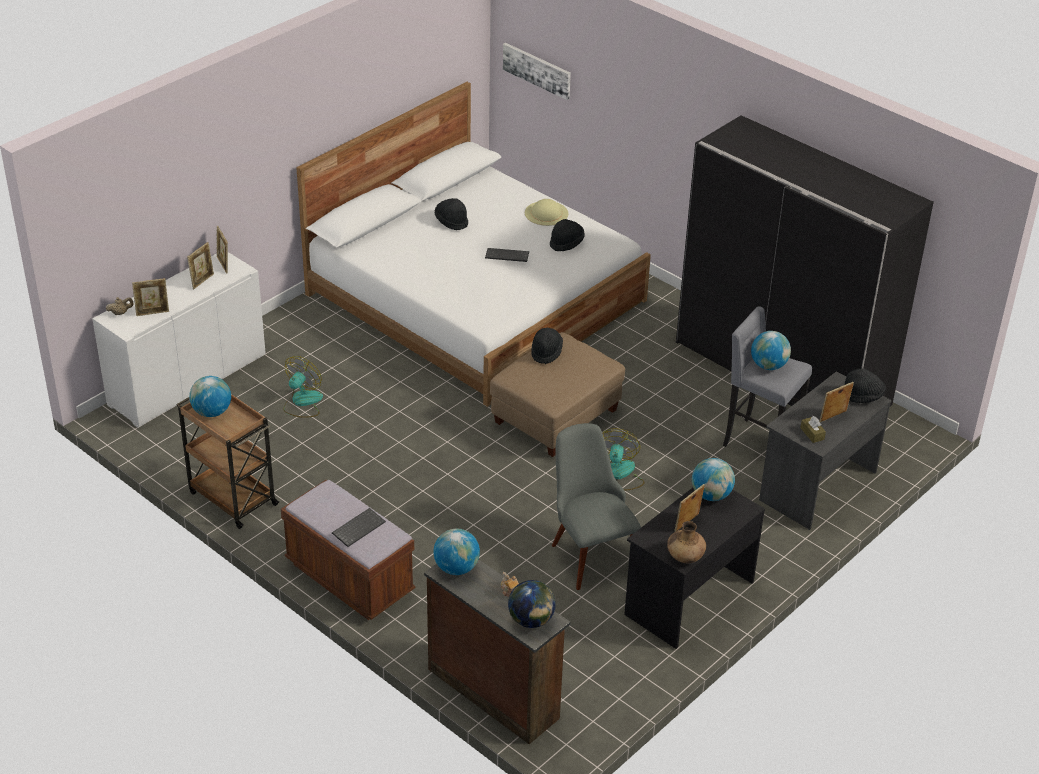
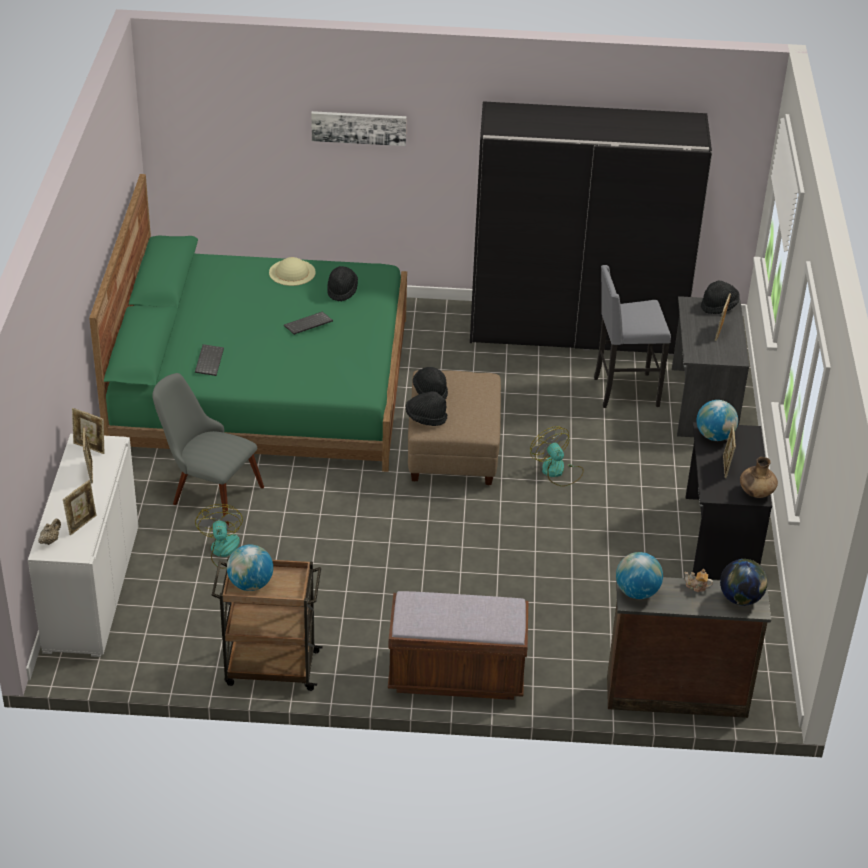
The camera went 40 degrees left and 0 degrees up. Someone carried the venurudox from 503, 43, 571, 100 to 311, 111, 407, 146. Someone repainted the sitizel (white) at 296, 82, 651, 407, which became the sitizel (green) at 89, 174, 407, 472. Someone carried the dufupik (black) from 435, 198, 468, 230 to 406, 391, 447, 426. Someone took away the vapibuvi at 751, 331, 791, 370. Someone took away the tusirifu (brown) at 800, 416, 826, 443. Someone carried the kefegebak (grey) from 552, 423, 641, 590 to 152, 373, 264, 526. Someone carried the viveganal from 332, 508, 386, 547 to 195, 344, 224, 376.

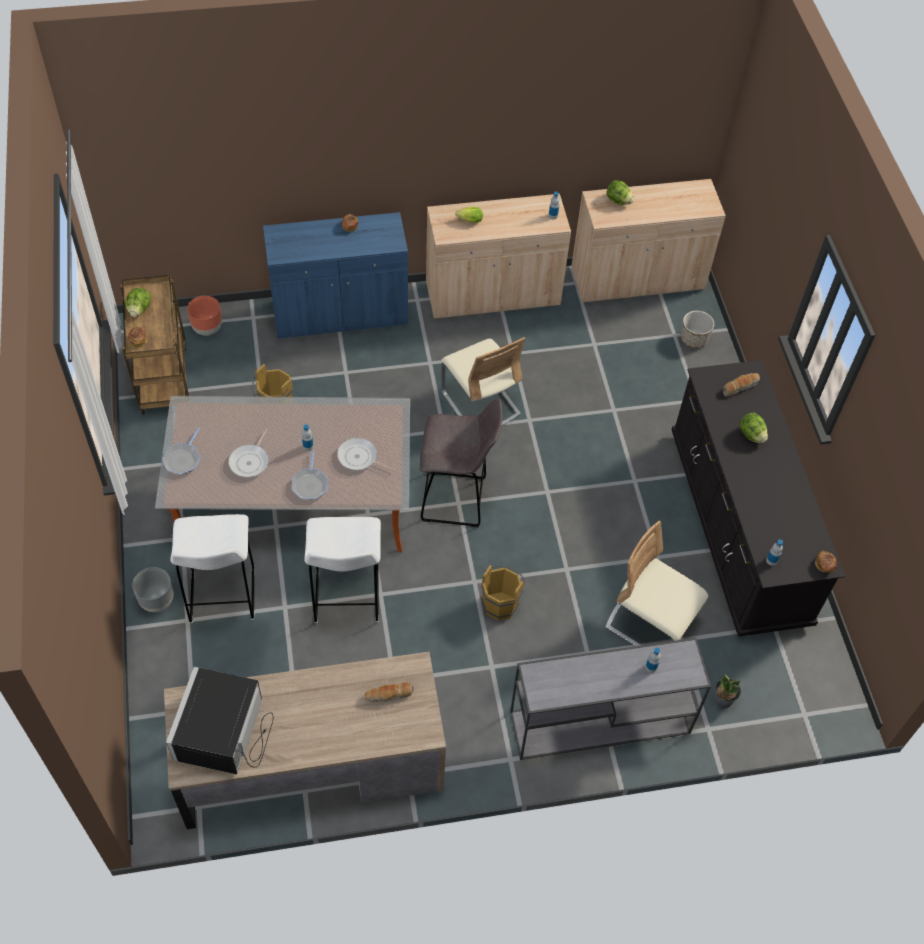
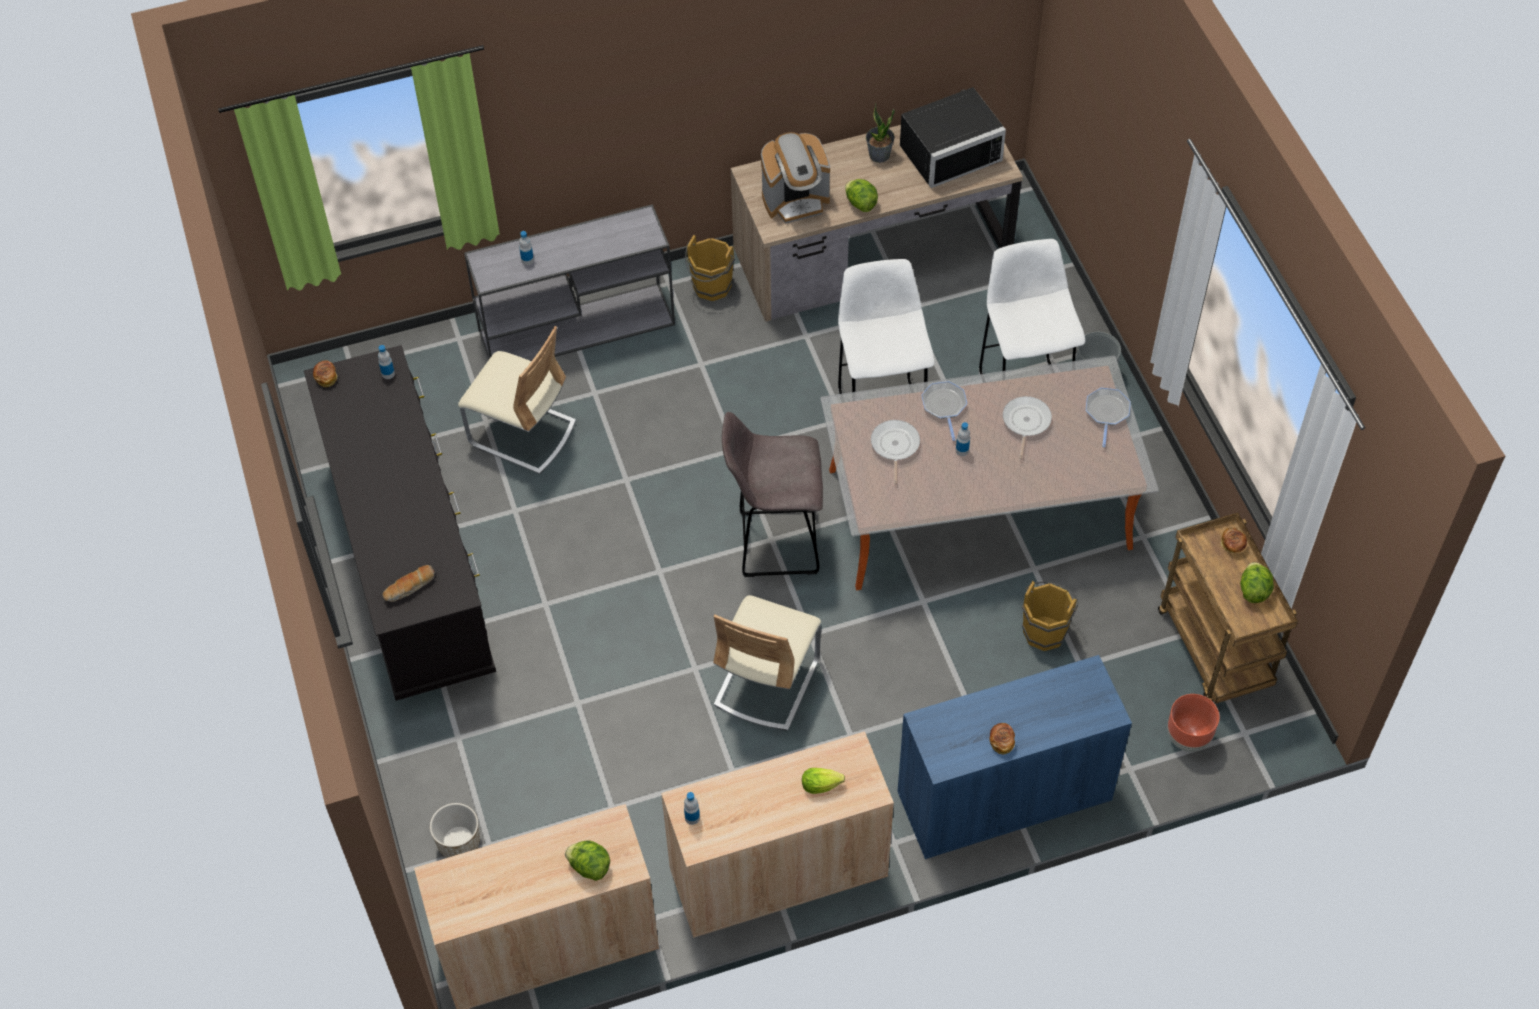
The camera went 175 degrees right and 0 degrees up. Someone rotated the kefegebak (beige) at 441, 337, 525, 426 by 120 degrees counterclockwise. Someone carried the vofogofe from 740, 413, 768, 443 to 845, 179, 878, 212. Someone rotated the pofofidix at 337, 438, 395, 471 by 105 degrees counterclockwise. Someone carried the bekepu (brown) from 481, 565, 526, 621 to 685, 235, 735, 301. Someone rotated the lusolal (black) at 166, 667, 274, 774 by 60 degrees clockwise. Someone carried the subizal from 714, 675, 741, 708 to 866, 103, 895, 163. Someone swapped the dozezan at 365, 682, 414, 702 for the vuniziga at 761, 132, 830, 224.

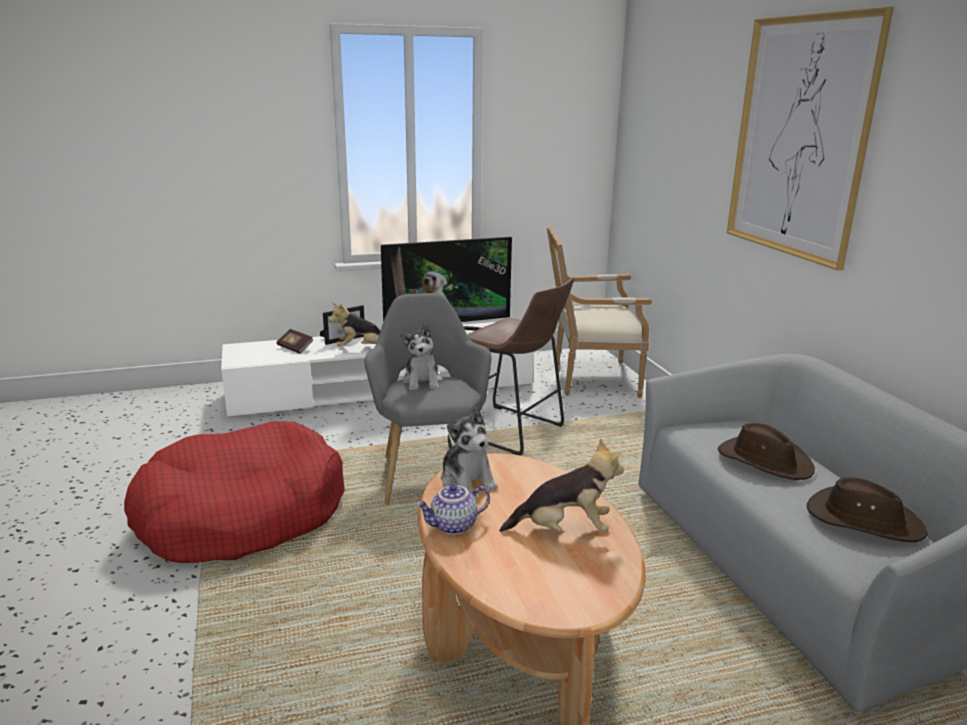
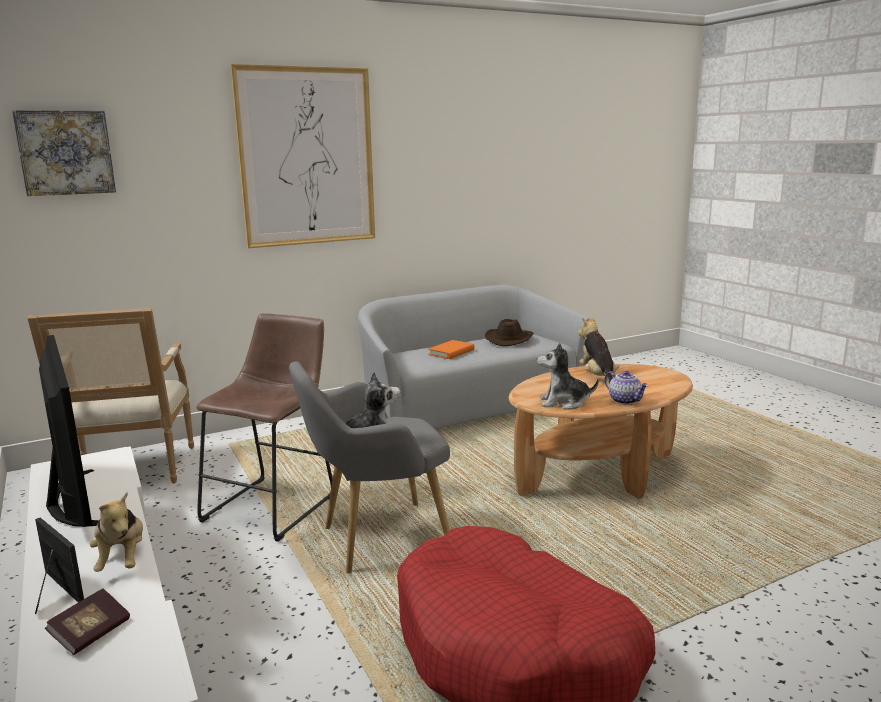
The camera went 100 degrees left and 5 degrees down. Someone rotated the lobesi at 441, 407, 498, 492 by 135 degrees counterclockwise. Someone swapped the dufupik (brown) at 718, 423, 815, 480 for the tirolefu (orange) at 428, 340, 475, 359. Someone put up the venurudox at 12, 110, 116, 196.

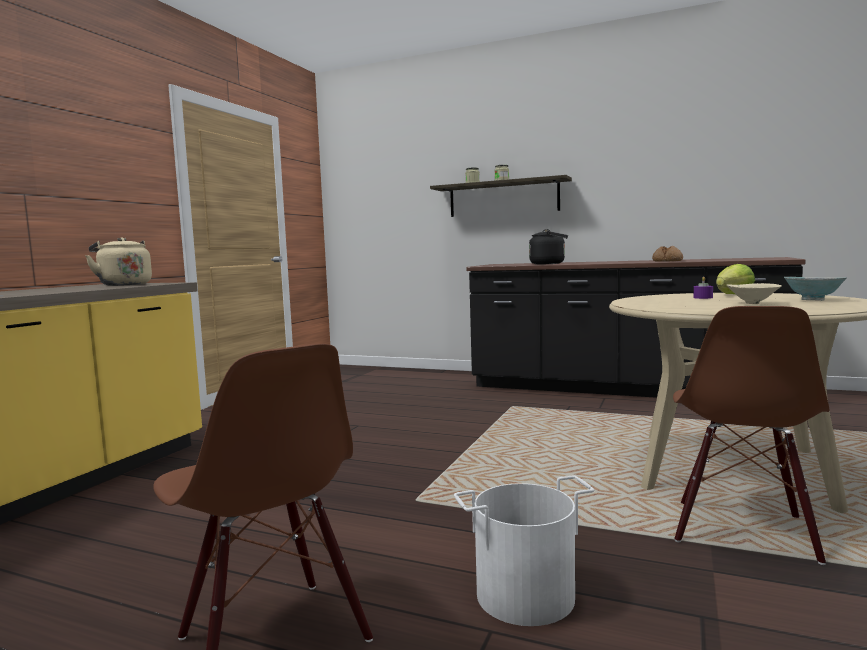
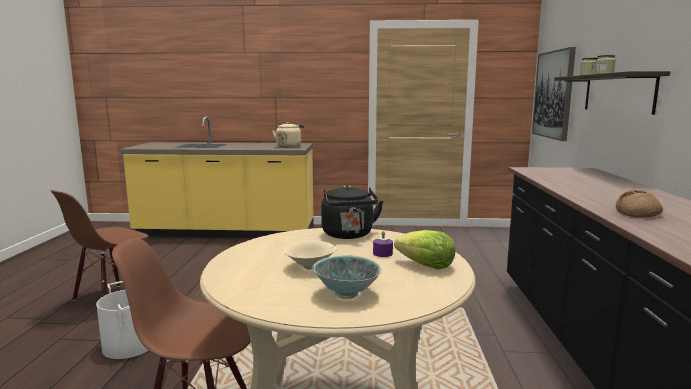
The camera went 70 degrees right and 5 degrees up. Someone carried the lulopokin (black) from 529, 229, 568, 264 to 321, 185, 383, 239. Someone put up the venurudox at 532, 47, 576, 141.

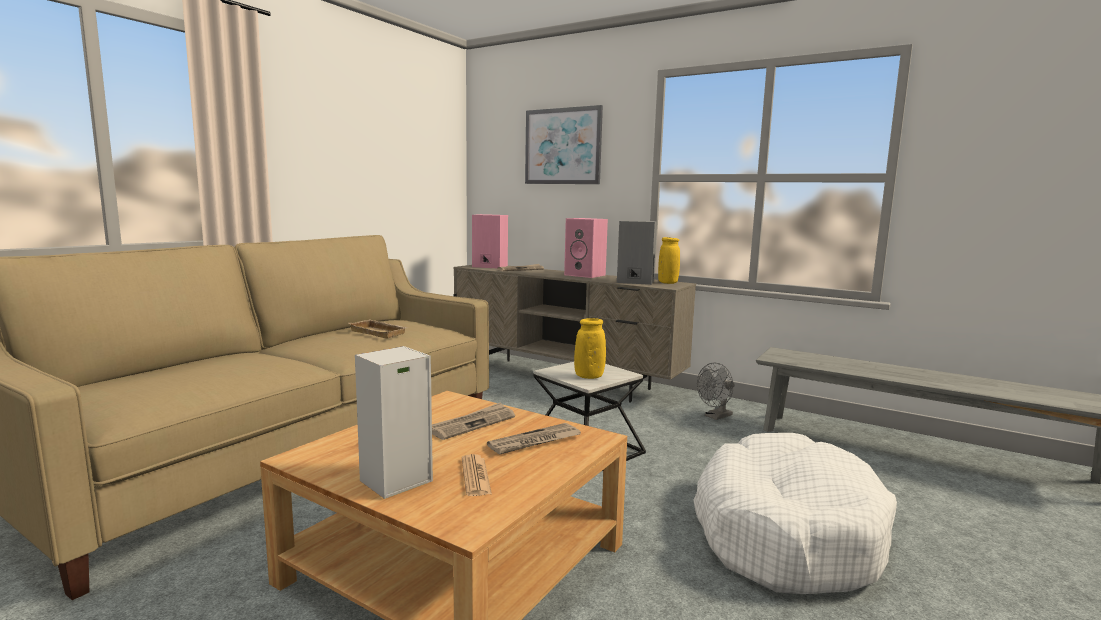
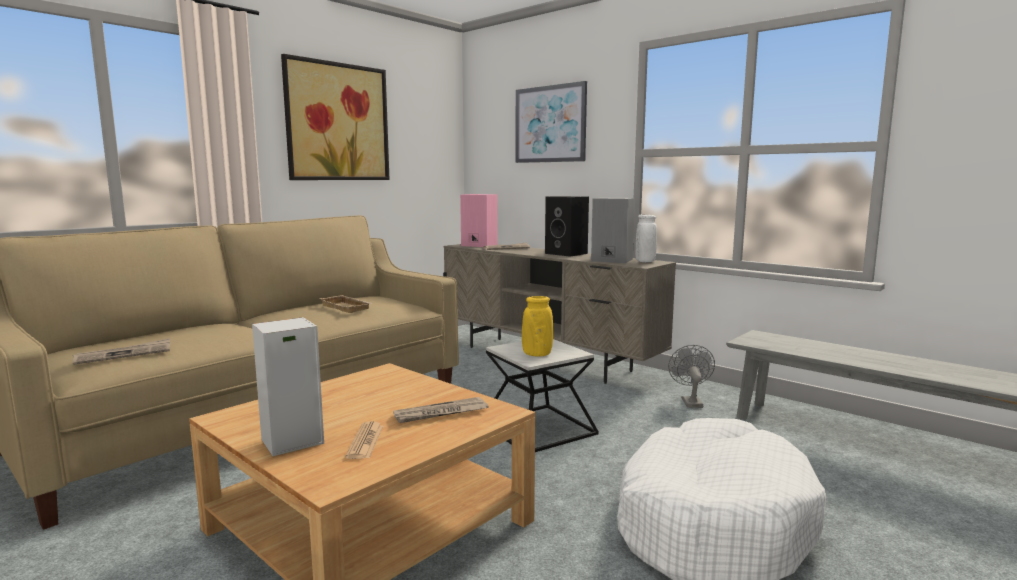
The camera went 10 degrees right and 0 degrees up. Someone repainted the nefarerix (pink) at 564, 218, 608, 278, which became the nefarerix (black) at 545, 196, 589, 257. Someone repainted the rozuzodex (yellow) at 658, 237, 680, 284, which became the rozuzodex (white) at 635, 214, 657, 262. Someone rotated the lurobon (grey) at 697, 363, 735, 420 by 120 degrees clockwise. Someone carried the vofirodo from 432, 402, 515, 440 to 73, 338, 170, 365. Someone put up the venurudox at 281, 54, 390, 180.

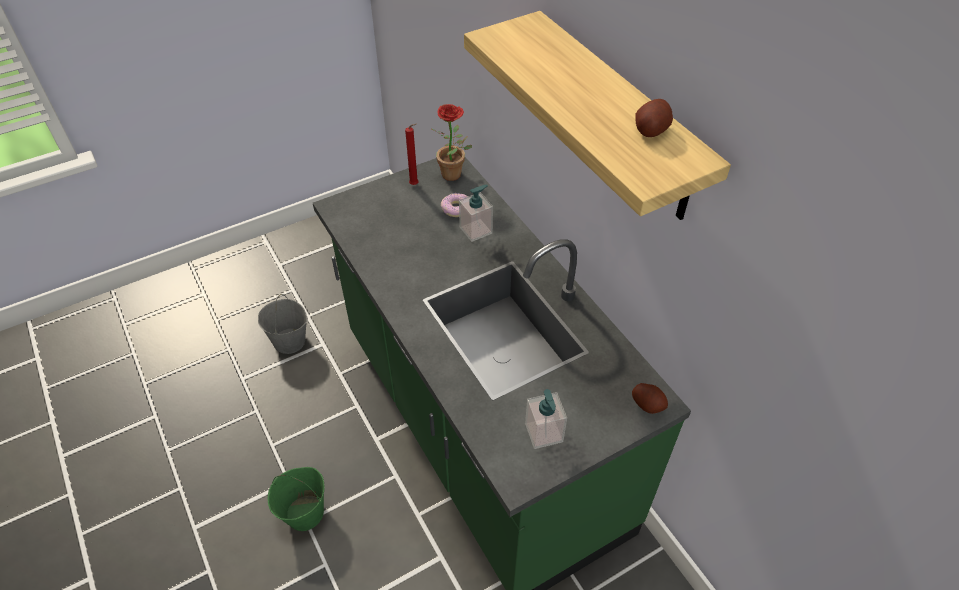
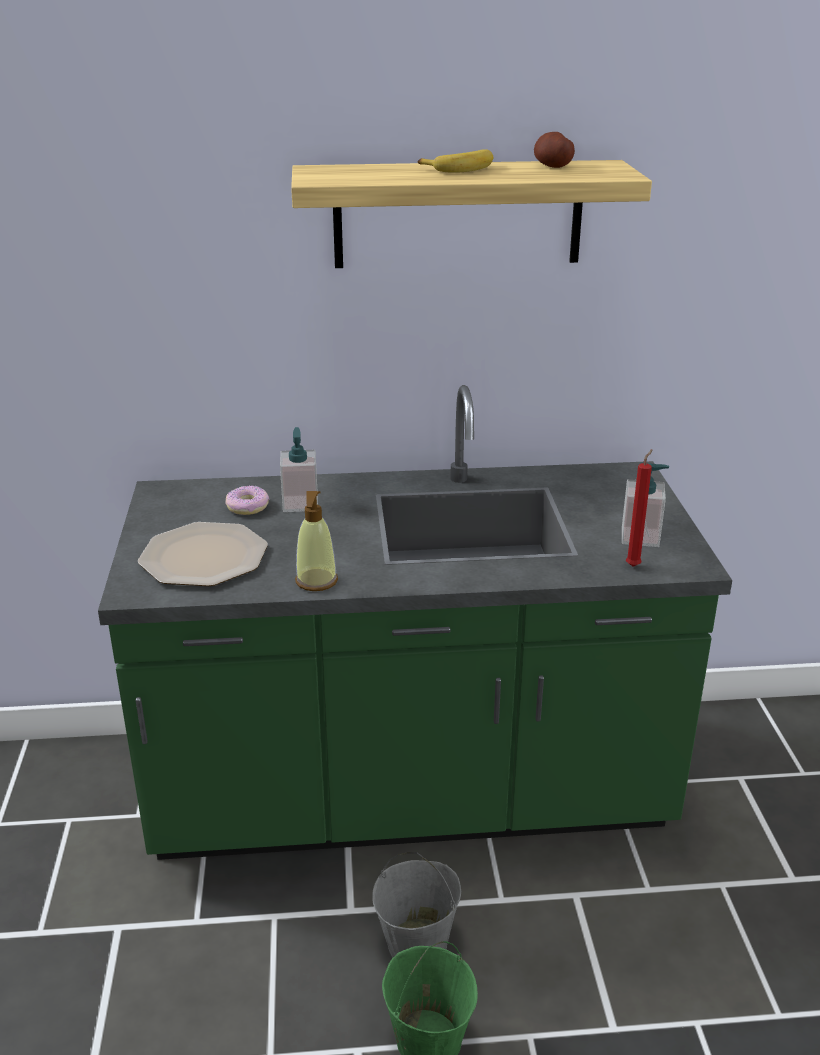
The camera went 65 degrees left and 20 degrees down. Someone took away the subizal at 430, 104, 472, 181. Someone carried the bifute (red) from 405, 123, 418, 185 to 626, 449, 653, 567. Someone carried the bekepu (grey) from 258, 294, 308, 354 to 372, 852, 461, 958. Someone took away the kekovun at 632, 383, 668, 414. Someone put down the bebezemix at 418, 149, 494, 173. Someone put down the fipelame at 295, 491, 338, 591. Someone put down the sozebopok at 138, 522, 268, 586.

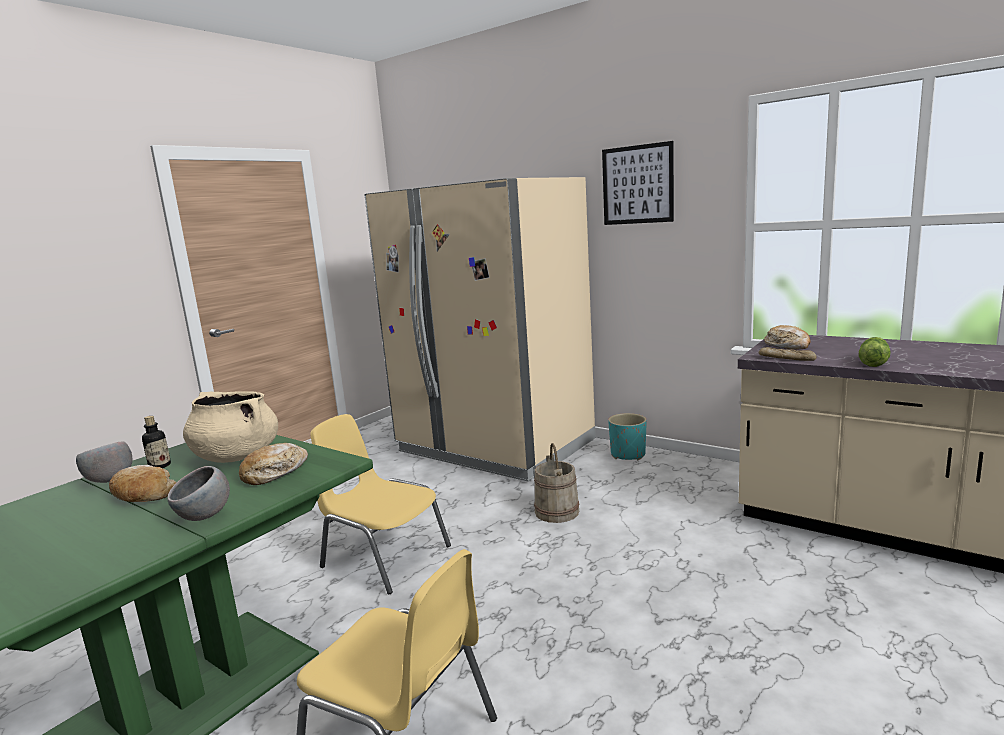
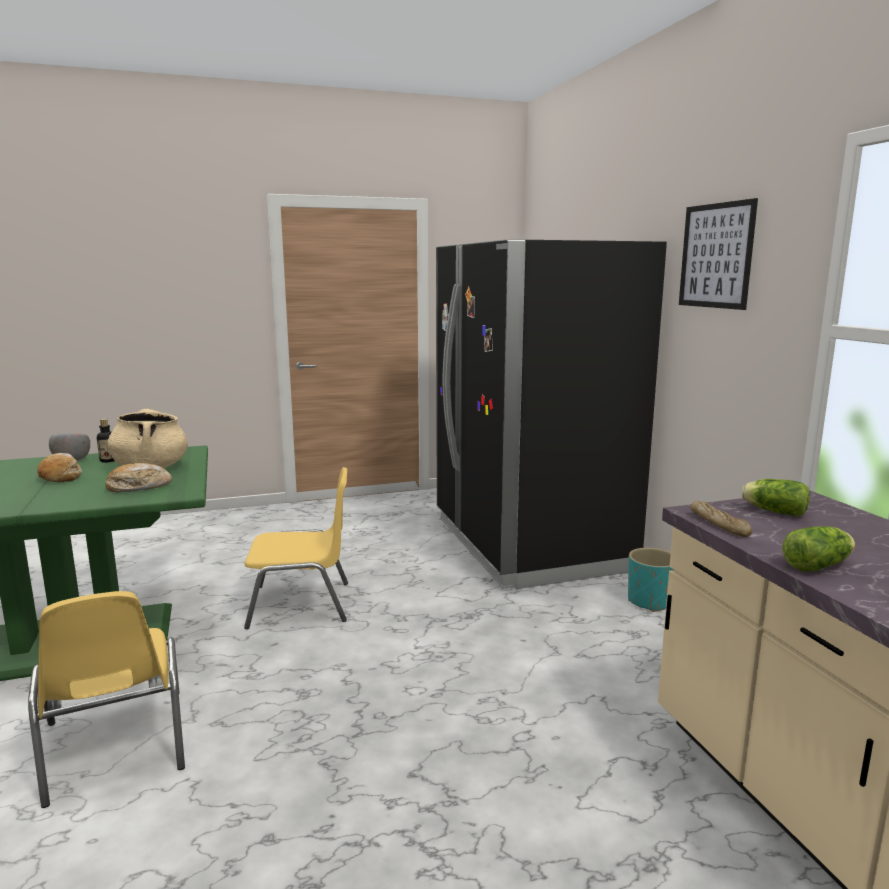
The camera went 35 degrees right and 0 degrees up. Someone repainted the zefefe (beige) at 365, 177, 595, 482, which became the zefefe (black) at 436, 239, 667, 589. Someone swapped the dozezan at 764, 325, 810, 350 for the vofogofe at 742, 479, 810, 517. Someone rotated the kefegebak (yellow) at 310, 414, 451, 594 by 105 degrees clockwise. Someone took away the bekepu (beige) at 534, 443, 579, 523. Someone took away the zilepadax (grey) at 168, 466, 230, 521.

